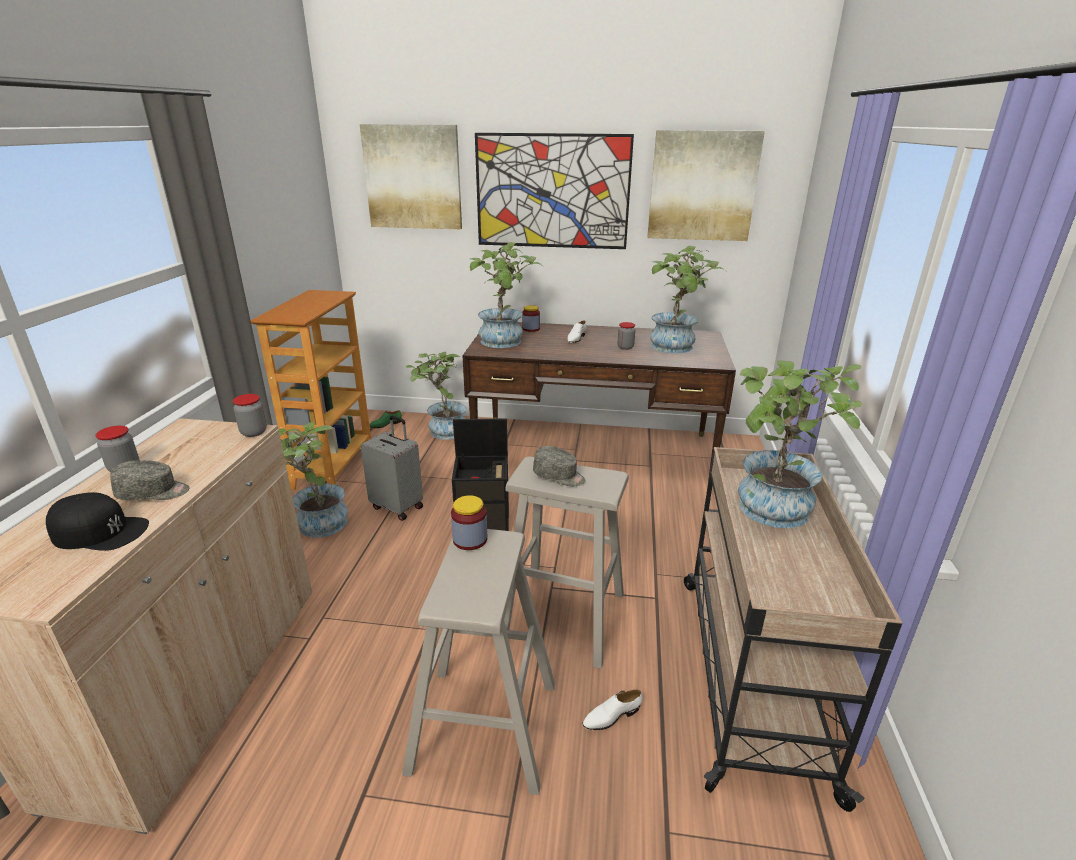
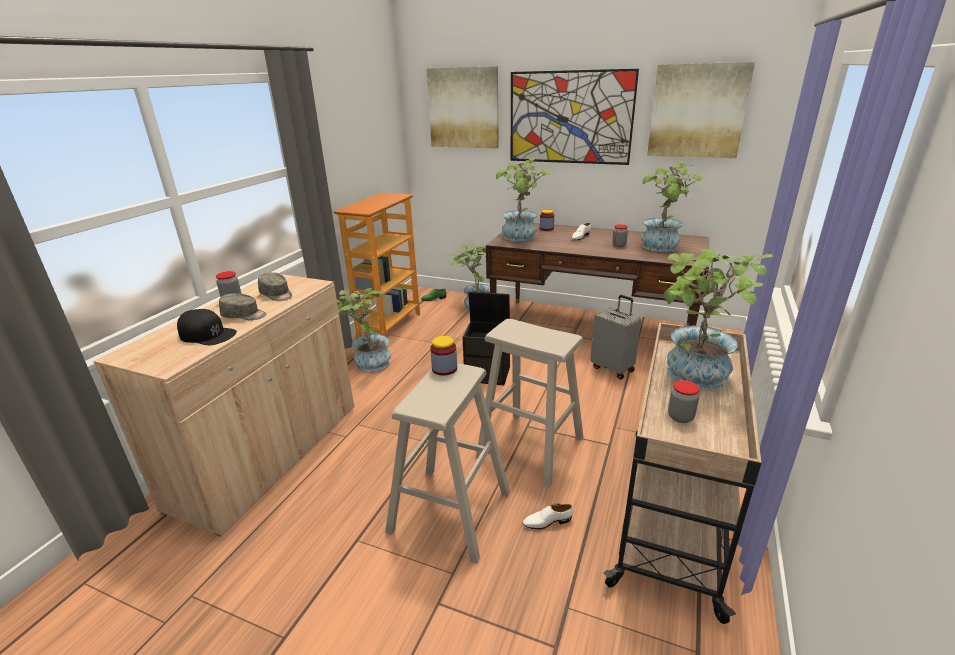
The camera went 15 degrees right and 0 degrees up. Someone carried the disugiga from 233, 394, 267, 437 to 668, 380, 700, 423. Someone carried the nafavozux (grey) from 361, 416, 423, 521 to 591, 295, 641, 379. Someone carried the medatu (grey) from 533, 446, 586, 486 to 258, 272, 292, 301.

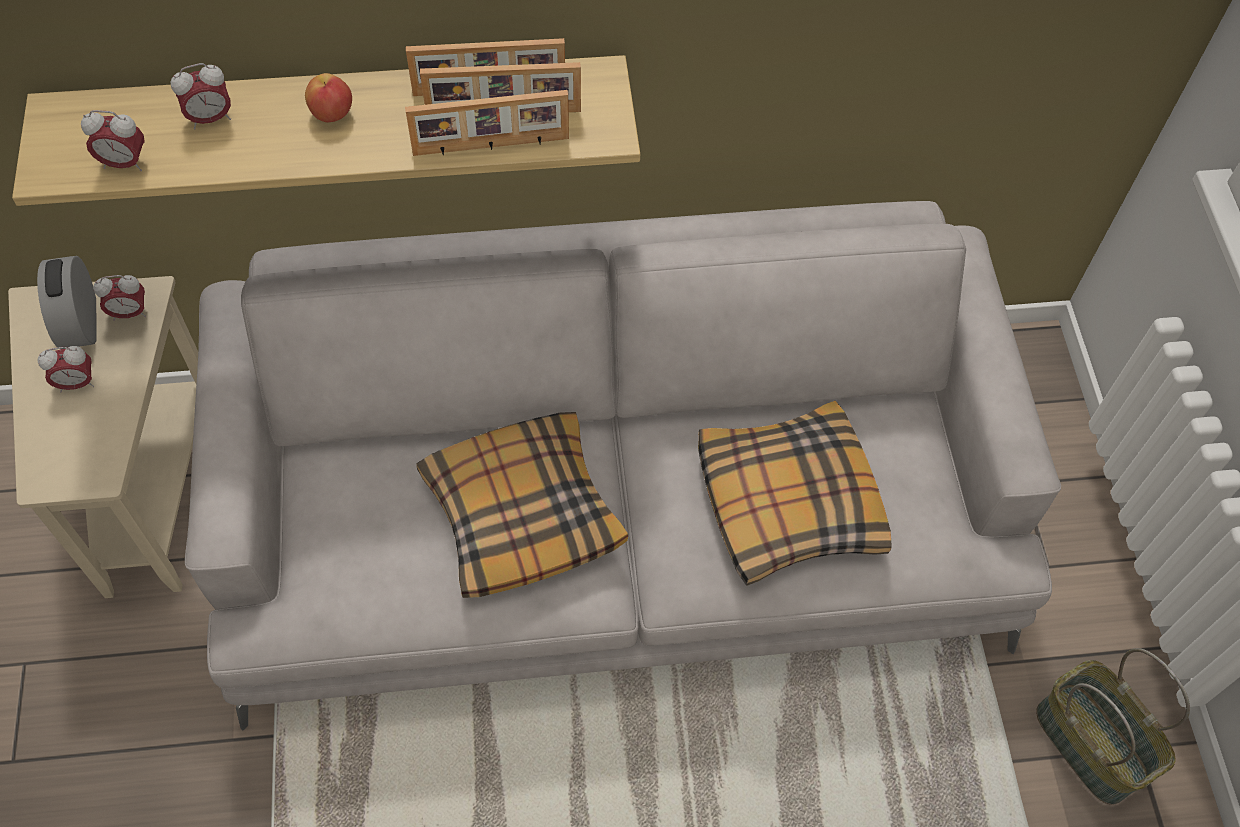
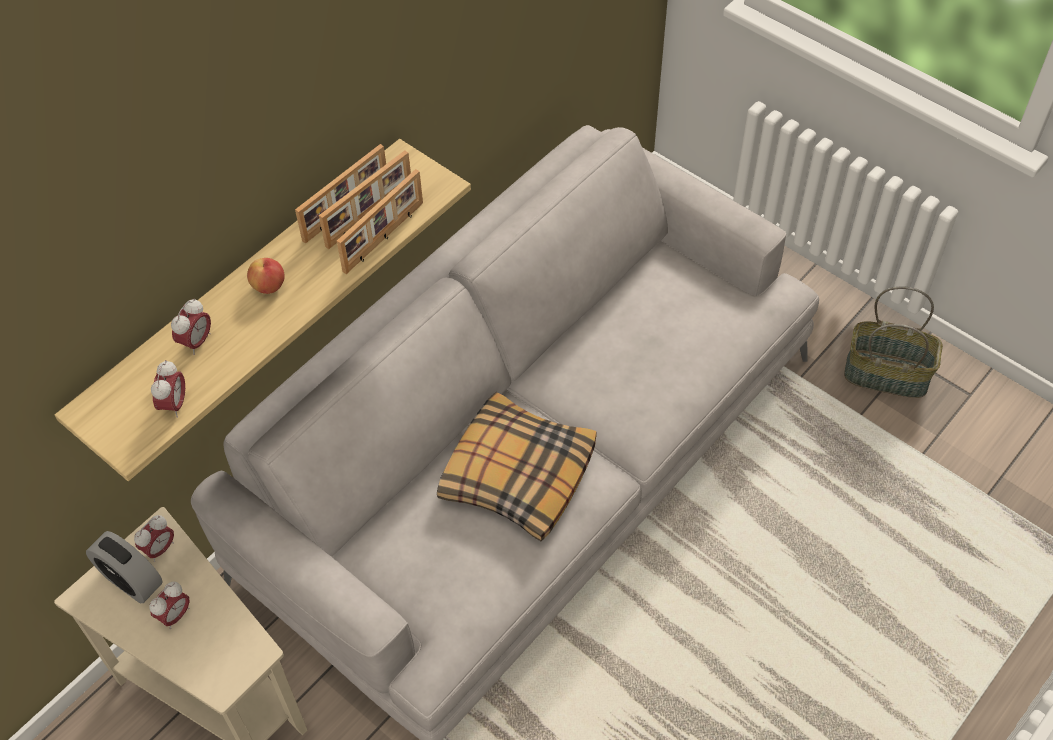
The camera went 40 degrees left and 5 degrees down. Someone rotated the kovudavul at 81, 110, 145, 171 by 45 degrees counterclockwise. Someone took away the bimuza at 698, 401, 892, 586.

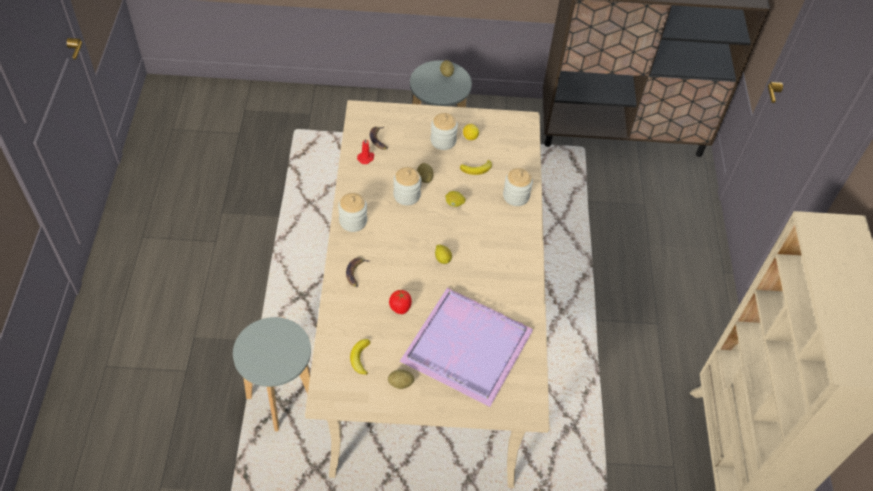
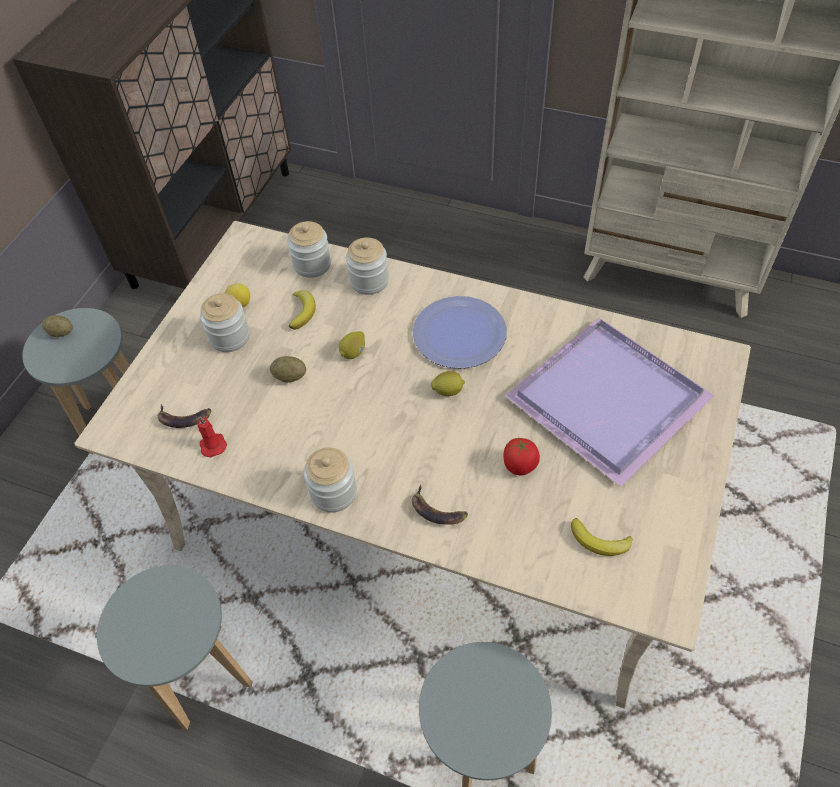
The camera went 65 degrees left and 0 degrees up. Someone carried the disugiga from 393, 167, 421, 206 to 287, 221, 331, 278. Someone took away the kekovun at 388, 370, 414, 389. Someone put down the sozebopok at 413, 296, 507, 369. Someone put down the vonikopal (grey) at 97, 565, 253, 730.

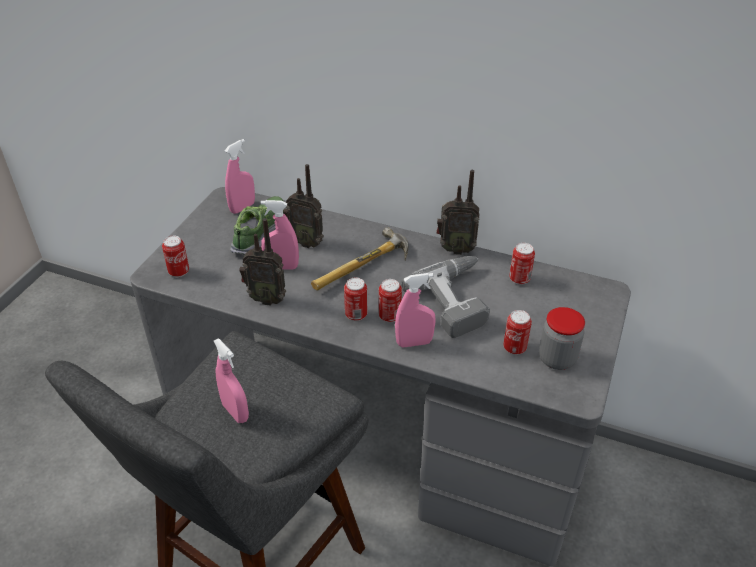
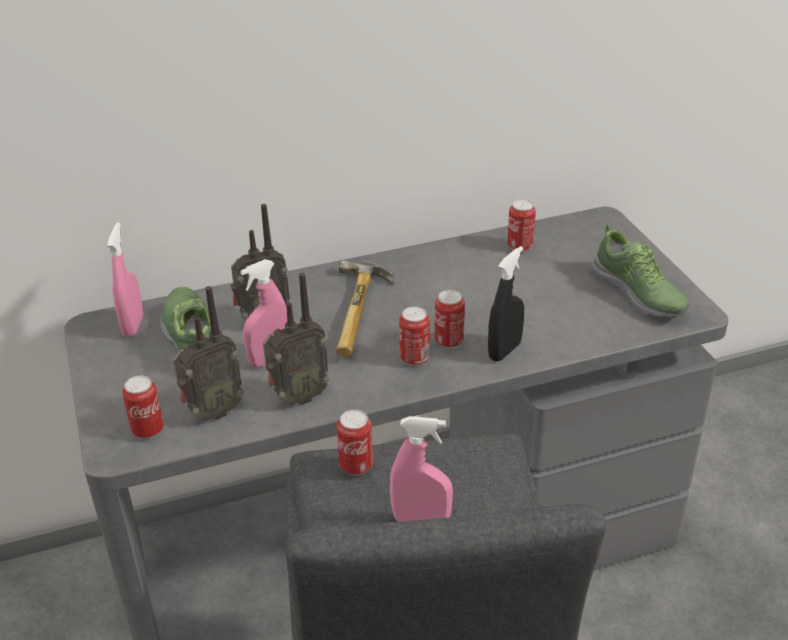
The camera went 40 degrees left and 5 degrees down. Someone carried the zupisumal from 436, 170, 480, 255 to 173, 286, 244, 421. Someone took away the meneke at 401, 256, 490, 338. Someone repainted the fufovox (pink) at 395, 273, 436, 348, which became the fufovox (black) at 488, 246, 524, 361. Someone swapped the disugiga at 539, 307, 585, 370 for the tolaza at 592, 224, 690, 317. Someone carried the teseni from 503, 310, 532, 355 to 337, 410, 373, 475.

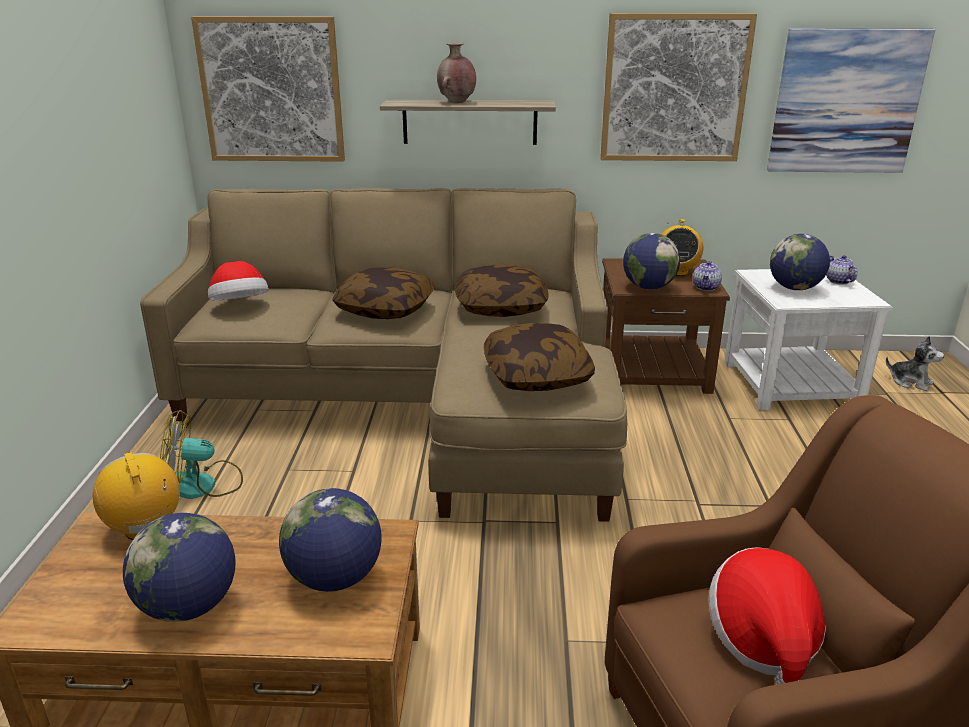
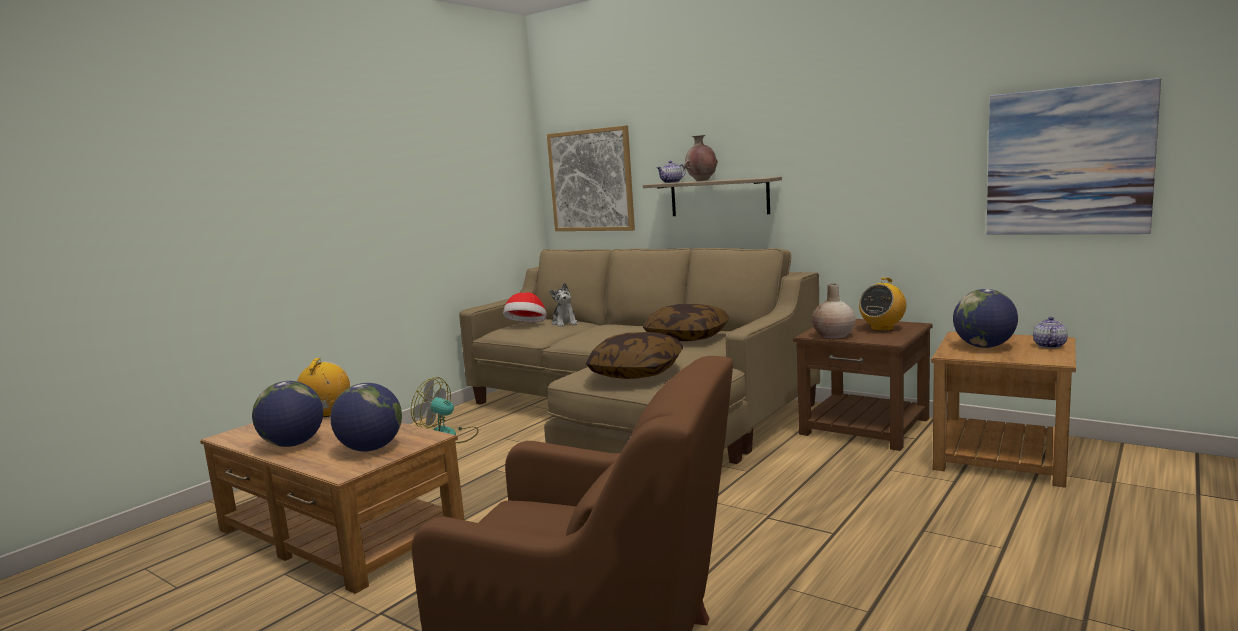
The camera went 35 degrees right and 15 degrees down. Someone took away the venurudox at 600, 13, 757, 161. Someone swapped the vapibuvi at 623, 233, 680, 290 for the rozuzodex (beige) at 812, 284, 856, 339. Someone carried the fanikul from 693, 261, 722, 291 to 657, 161, 686, 183. Someone took away the bimuza at 332, 267, 434, 319. Someone repainted the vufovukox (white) at 724, 269, 893, 410, which became the vufovukox (brown) at 931, 332, 1076, 488. Someone carried the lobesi from 886, 336, 944, 391 to 550, 283, 577, 327. Someone took away the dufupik at 708, 547, 826, 685.

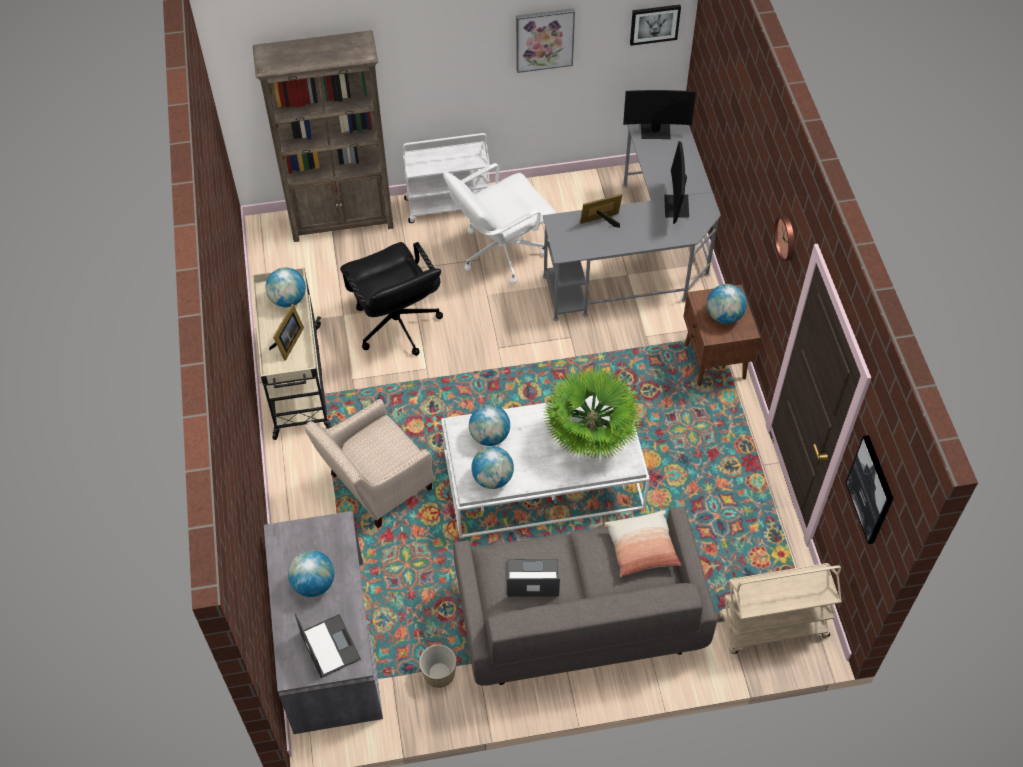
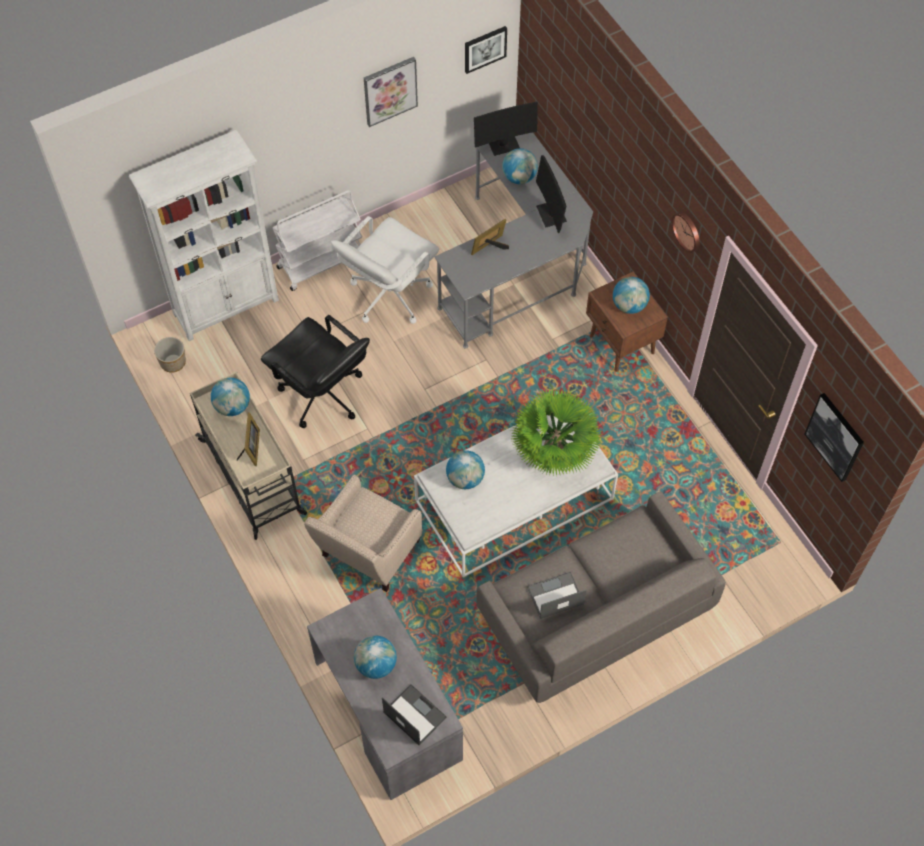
The camera went 20 degrees left and 5 degrees up. Someone repainted the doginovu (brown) at 253, 30, 394, 242, which became the doginovu (white) at 129, 130, 279, 341. Someone carried the vapibuvi from 471, 447, 514, 489 to 502, 148, 538, 184. Someone took away the bimuza at 604, 510, 682, 577. Someone took away the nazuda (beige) at 719, 563, 842, 654. Someone carried the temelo from 419, 644, 456, 688 to 154, 337, 186, 373.

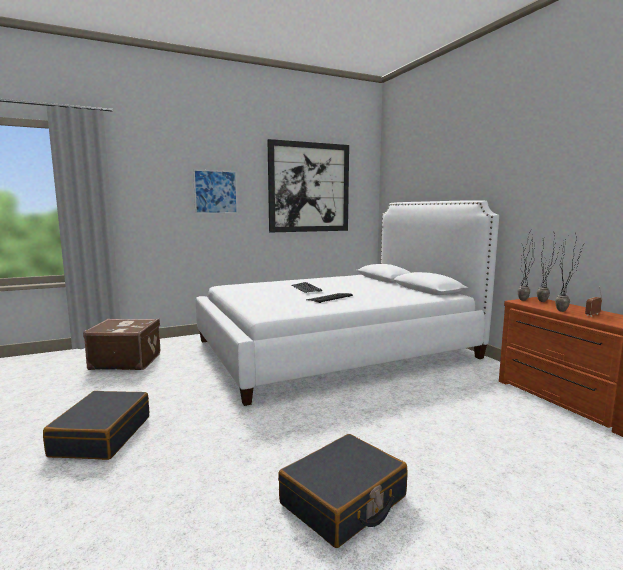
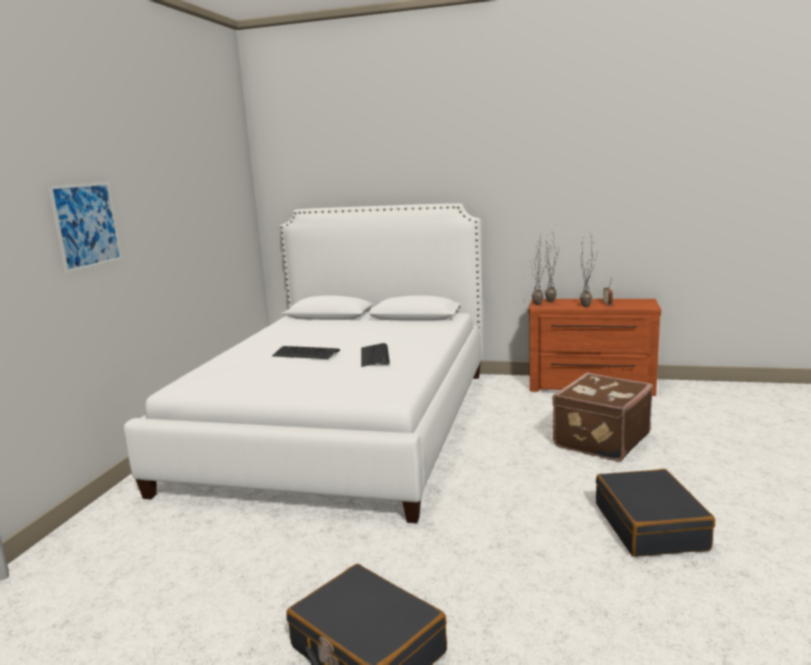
The camera went 50 degrees left and 5 degrees up. Someone took away the venurudox at 268, 139, 349, 232. Someone carried the nafavozux (brown) from 83, 319, 160, 370 to 552, 373, 653, 461.

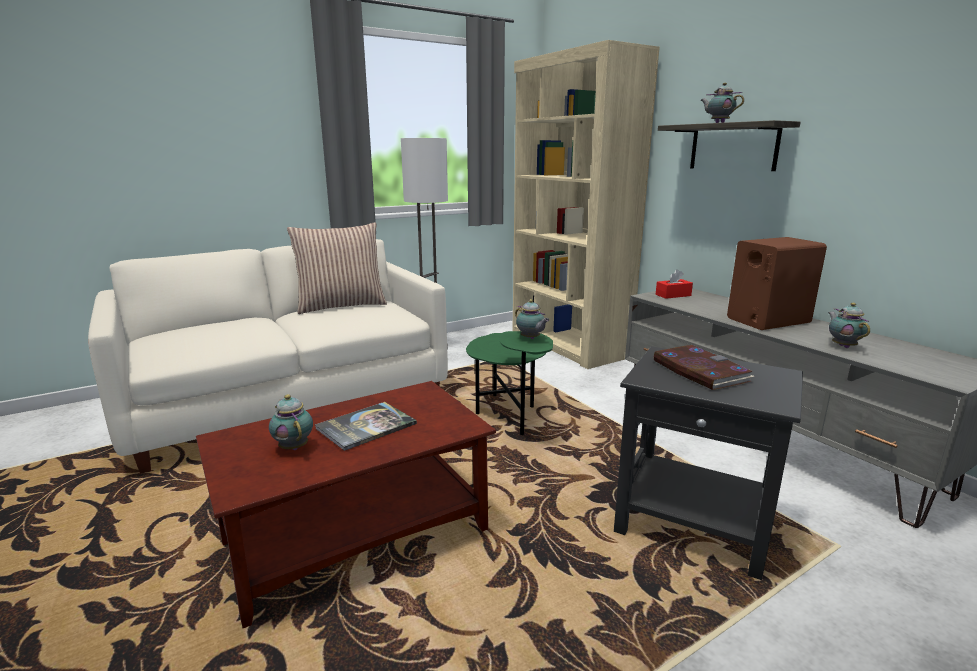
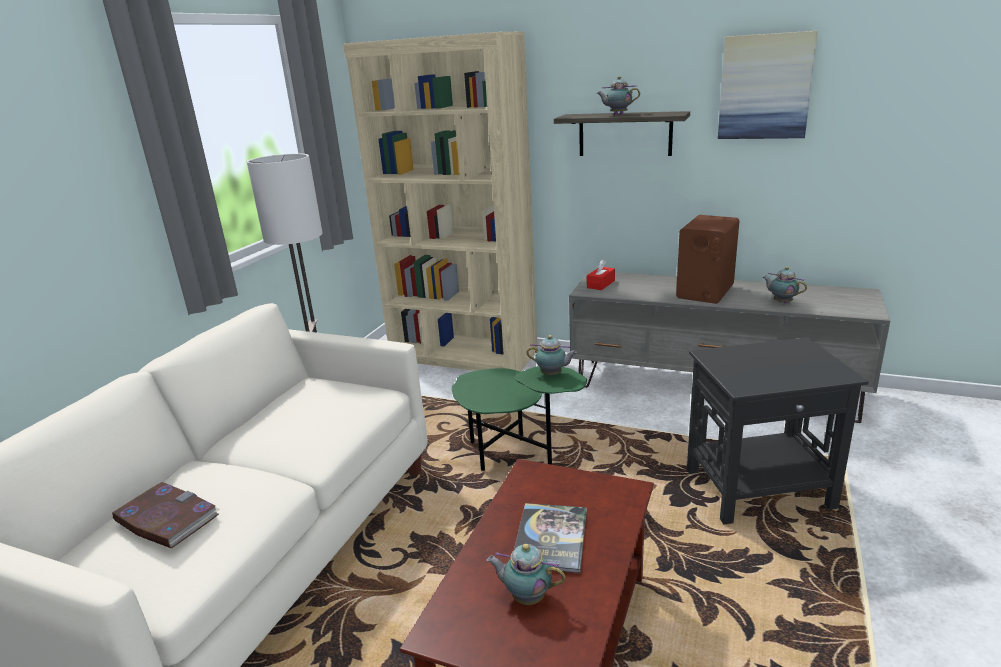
The camera went 35 degrees left and 5 degrees up. Someone took away the bimuza at 287, 222, 387, 314. Someone carried the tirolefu from 654, 345, 754, 390 to 112, 482, 219, 548. Someone put up the venurudox at 718, 31, 818, 139.

